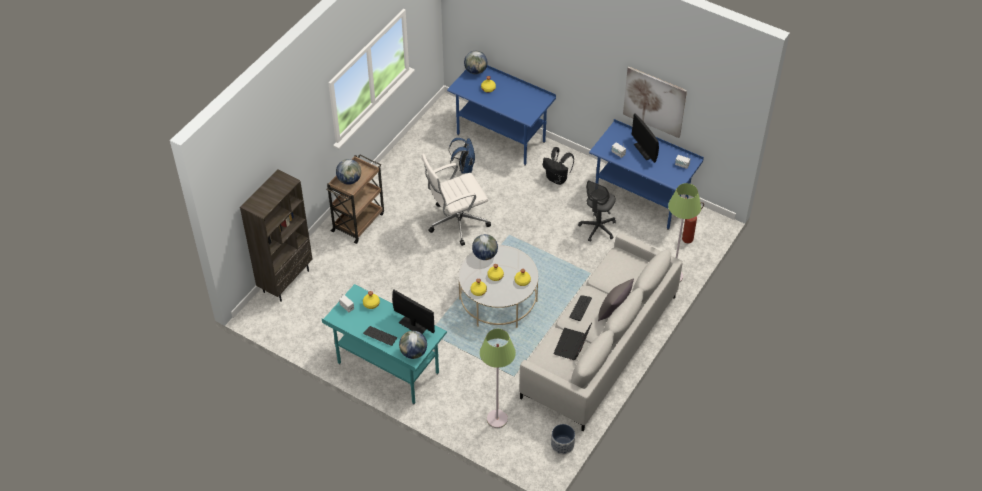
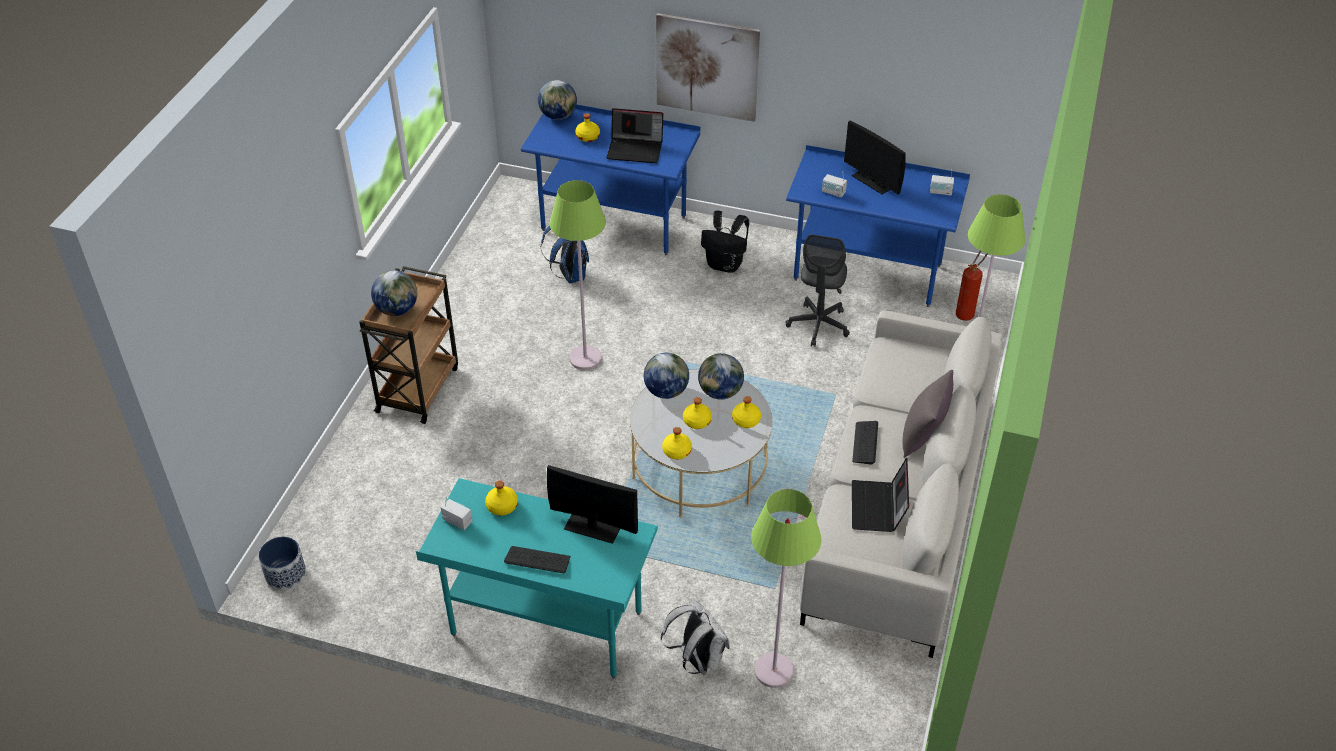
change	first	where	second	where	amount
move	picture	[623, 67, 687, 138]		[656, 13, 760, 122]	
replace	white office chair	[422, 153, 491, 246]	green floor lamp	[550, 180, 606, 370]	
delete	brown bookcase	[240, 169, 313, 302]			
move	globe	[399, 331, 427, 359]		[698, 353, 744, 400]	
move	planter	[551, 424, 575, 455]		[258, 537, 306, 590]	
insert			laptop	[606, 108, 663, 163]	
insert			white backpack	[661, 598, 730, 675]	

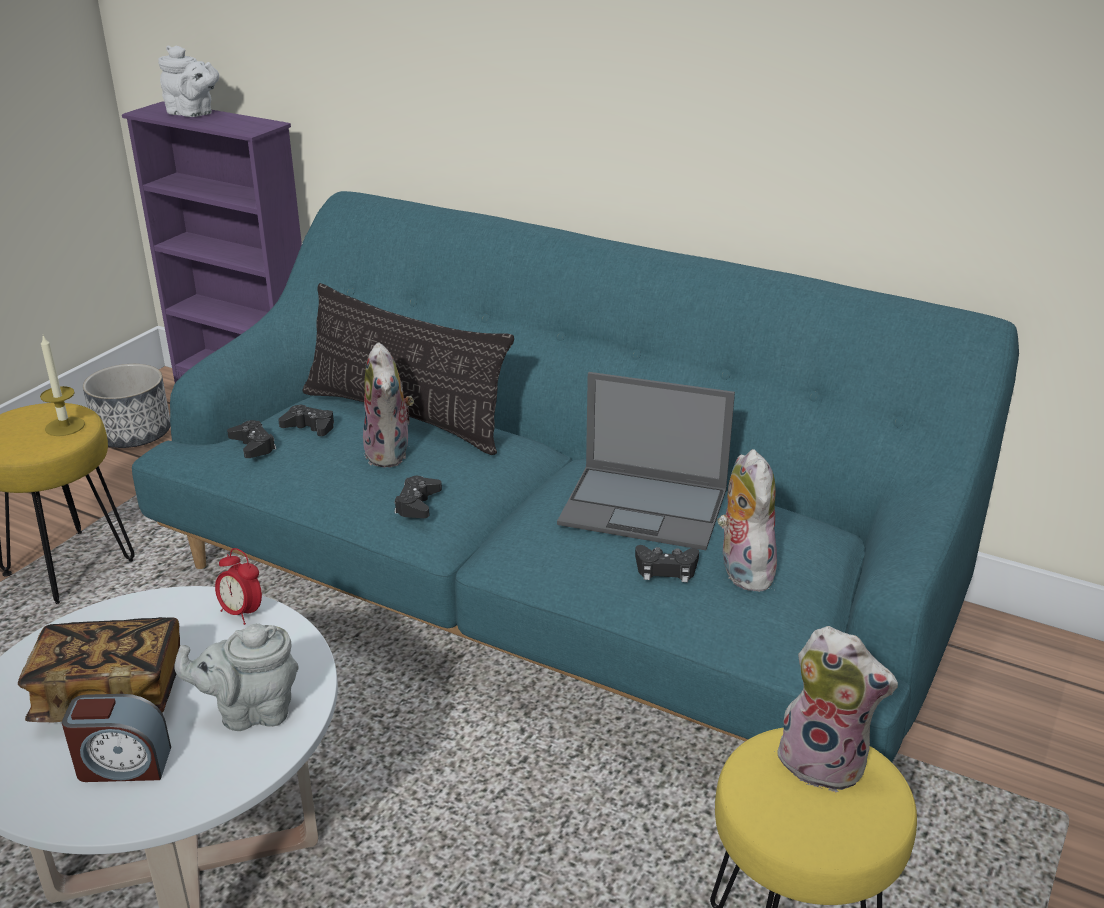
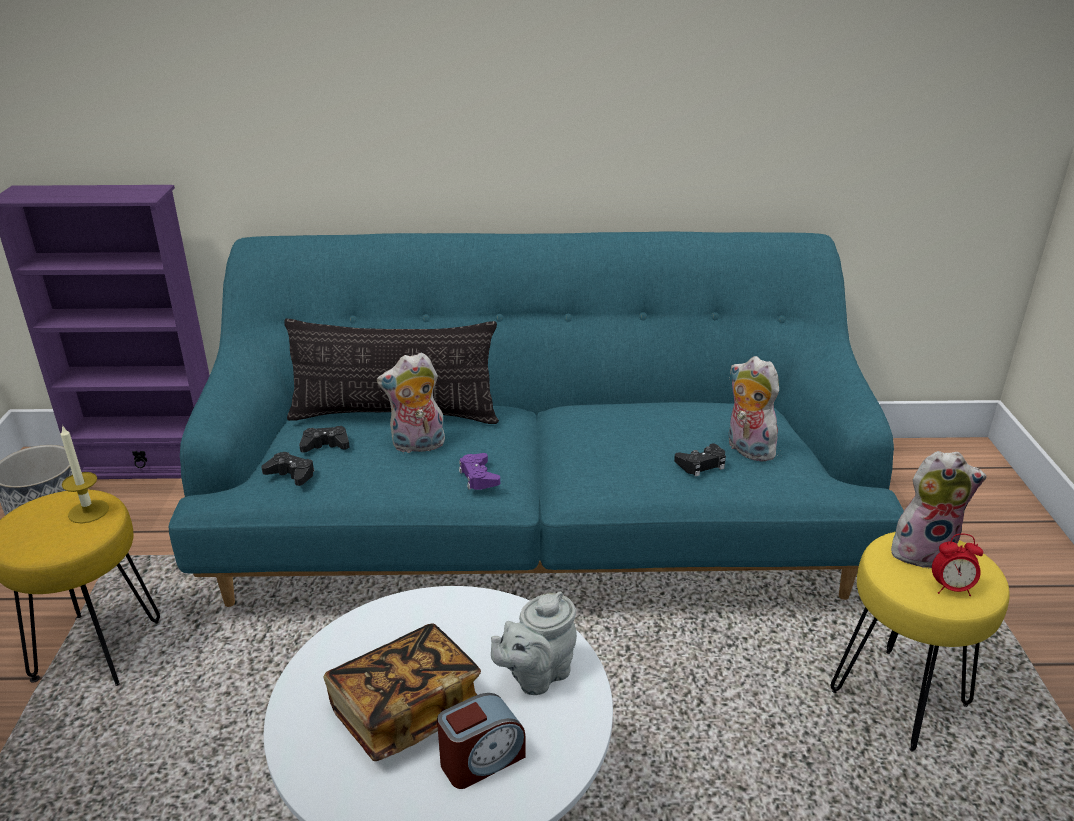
change	first	where	second	where	amount
delete	white teapot	[158, 45, 219, 117]			
rotate	plush toy	[363, 342, 414, 468]		[377, 353, 445, 453]	120 degrees clockwise
delete	laptop	[557, 372, 735, 550]			
recolor	black game controller	[394, 476, 442, 518]	purple game controller	[459, 453, 500, 490]	
move	alarm clock	[215, 548, 262, 625]		[932, 534, 983, 596]	

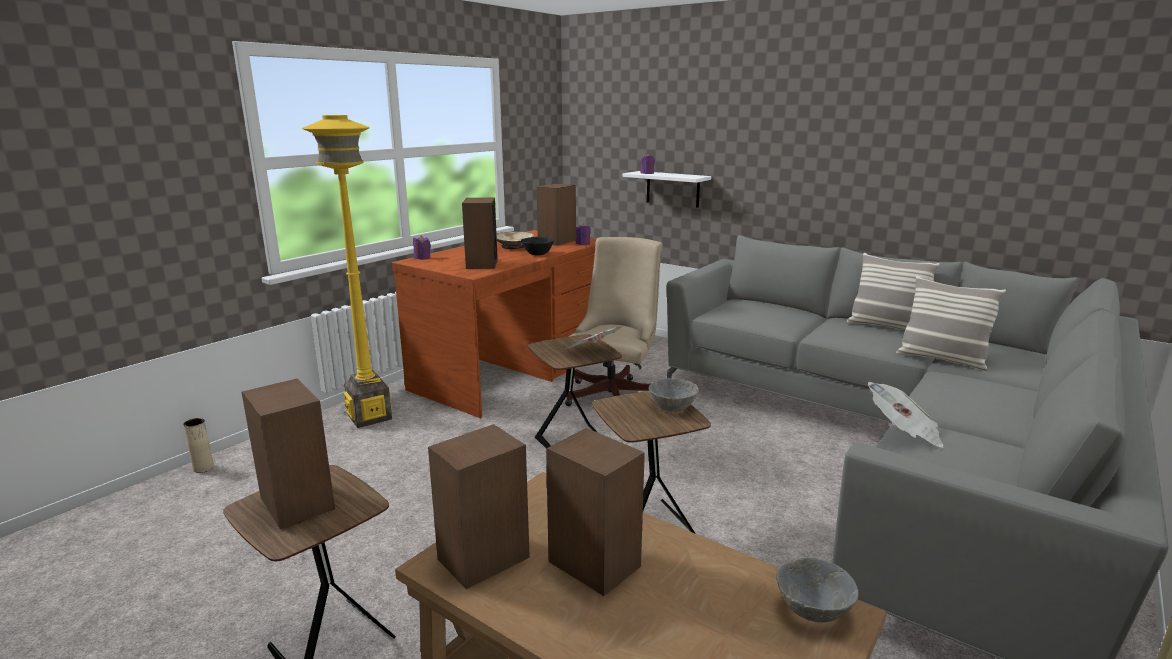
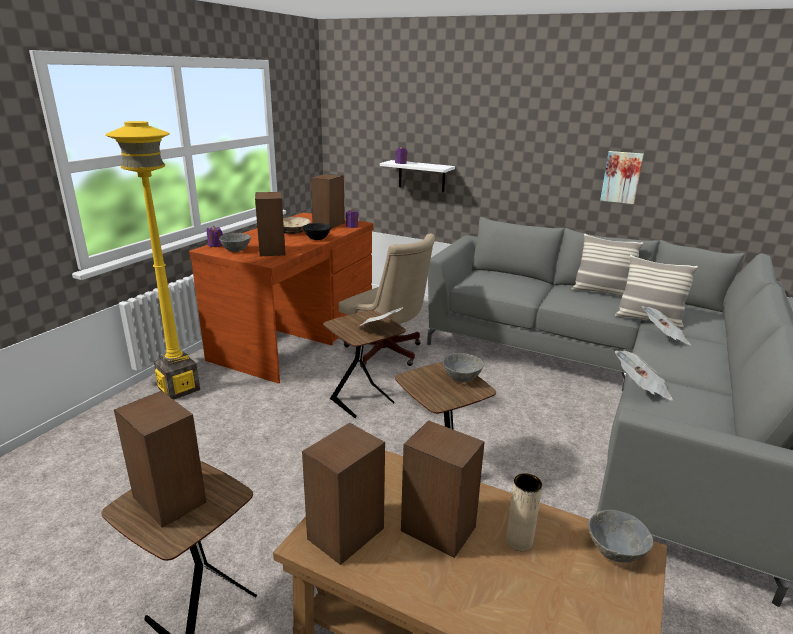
change	first	where	second	where	amount
rotate	beige office chair	[565, 237, 663, 406]		[339, 234, 435, 367]	120 degrees clockwise
move	beige vase	[183, 418, 214, 473]		[506, 473, 542, 551]	
insert			picture	[600, 151, 644, 204]	
insert			grey bowl	[219, 233, 251, 252]	
insert			newspaper	[642, 306, 691, 345]	

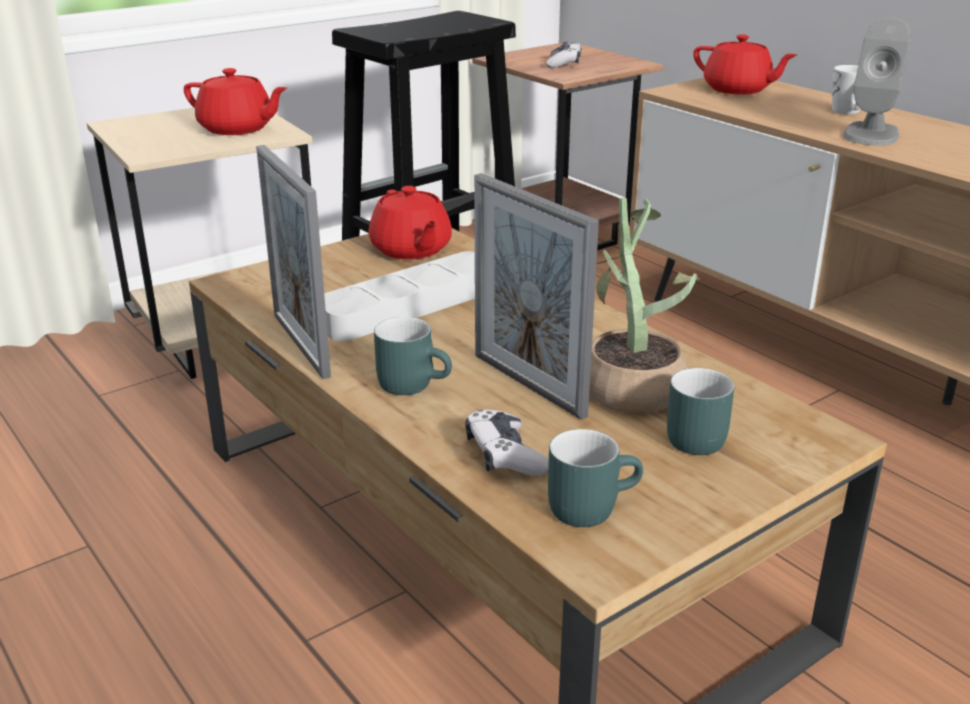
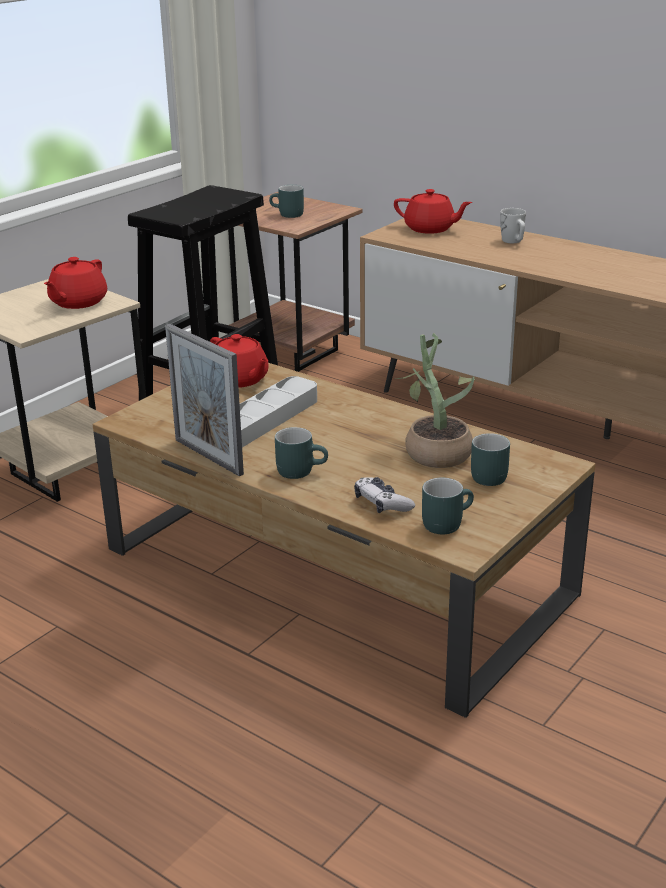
change	first	where	second	where	amount
delete	grey speaker	[843, 18, 911, 146]			
replace	game controller	[547, 42, 581, 68]	turquoise mug	[269, 185, 304, 218]	
rotate	red teapot	[184, 68, 287, 135]		[44, 257, 107, 309]	105 degrees clockwise
delete	picture frame	[474, 173, 599, 420]			

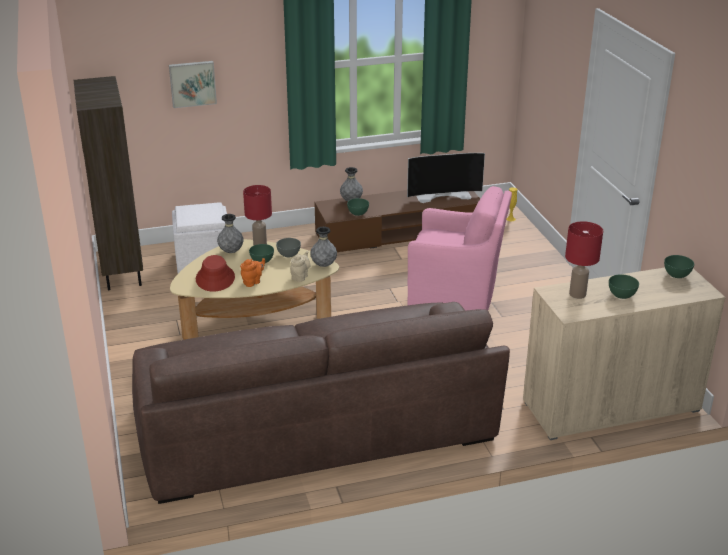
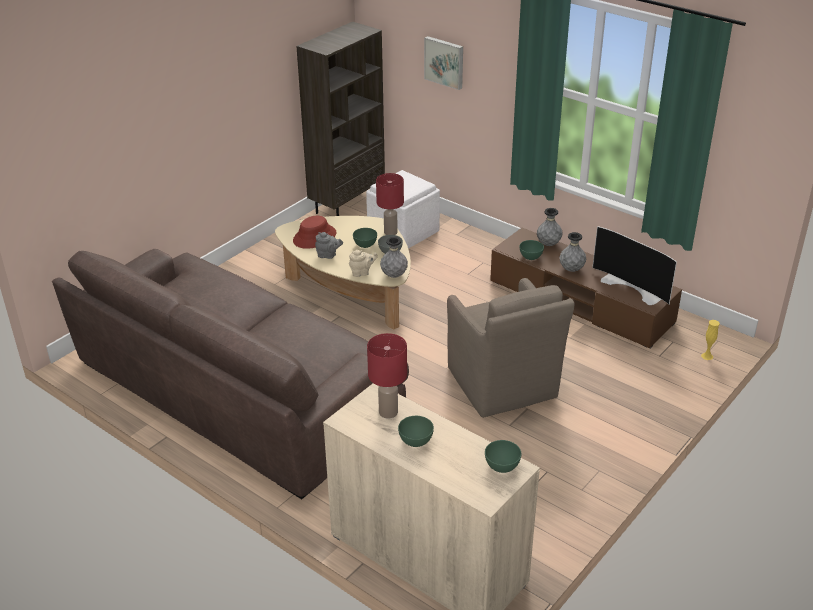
change	first	where	second	where	amount
recolor	pink armchair	[407, 186, 512, 311]	brown armchair	[447, 278, 574, 418]	
move	grey vase	[217, 214, 244, 253]		[560, 232, 586, 272]	
recolor	orange teapot	[240, 258, 265, 287]	grey teapot	[315, 232, 343, 259]	

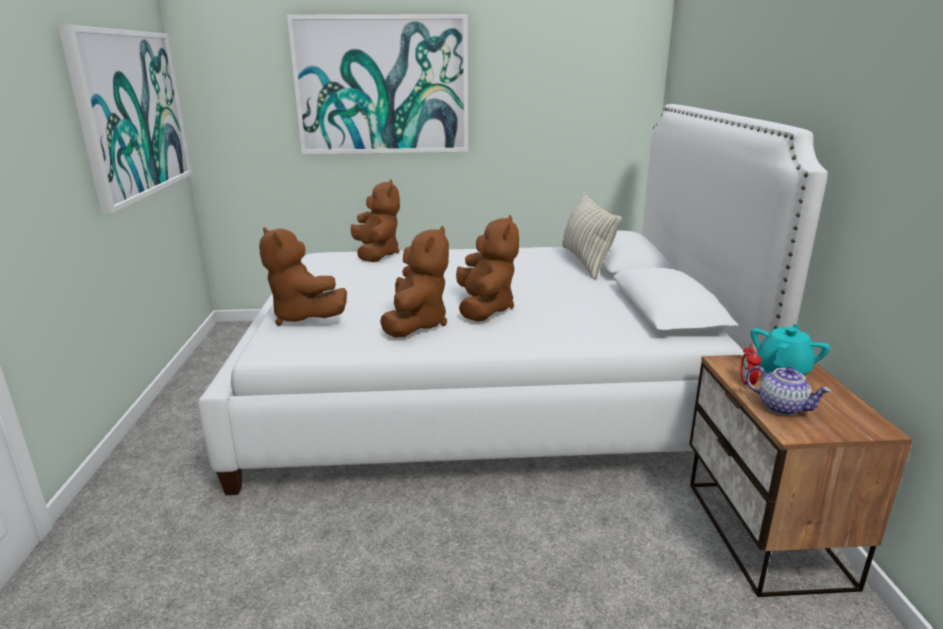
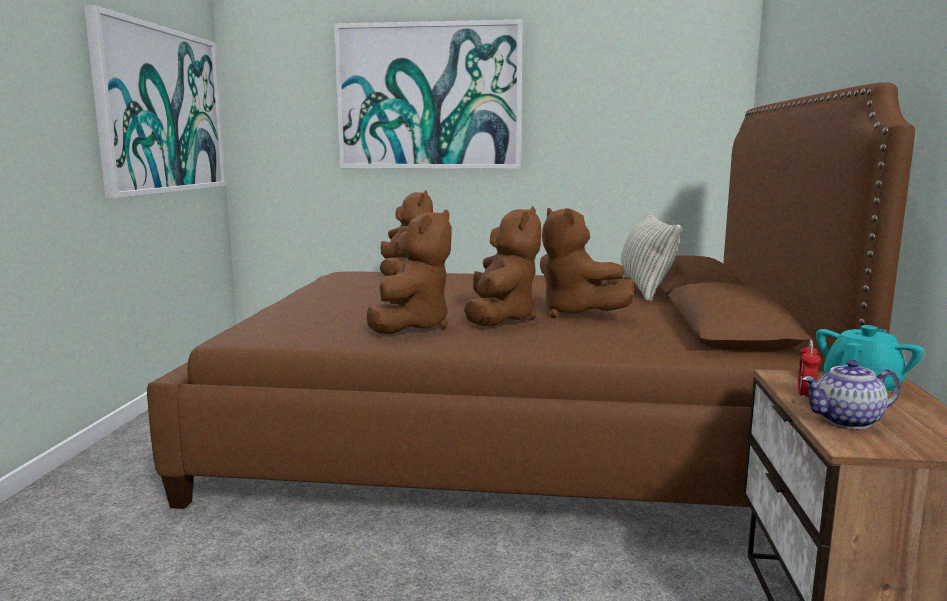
change	first	where	second	where	amount
recolor	white bed	[198, 104, 828, 495]	brown bed	[147, 82, 915, 509]	
move	brown plush toy	[259, 227, 347, 326]		[540, 208, 634, 318]	
rotate	teapot	[746, 366, 831, 416]		[802, 360, 901, 429]	120 degrees clockwise

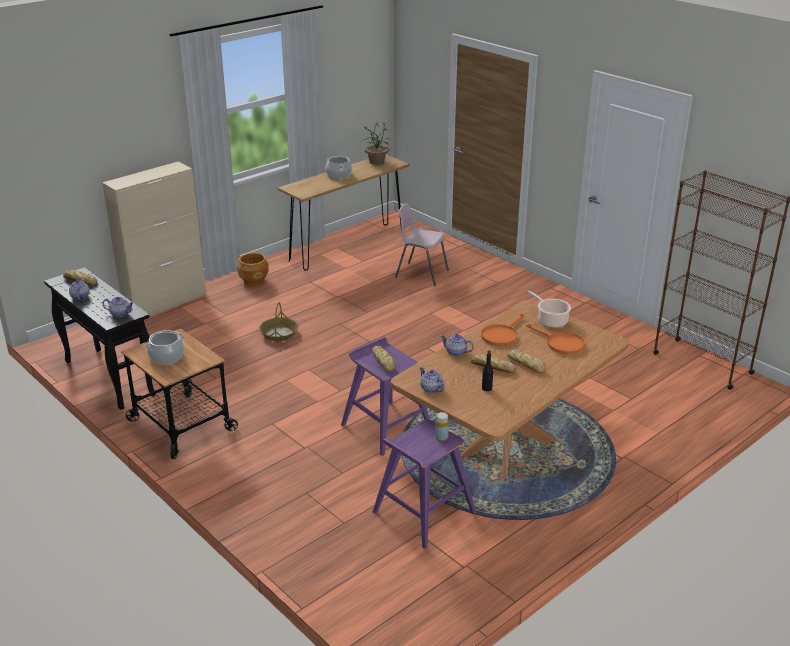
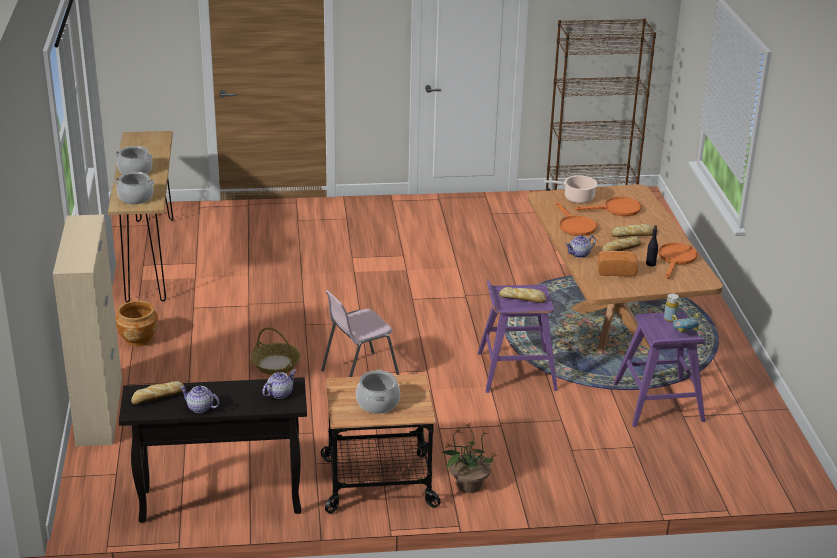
change	first	where	second	where	amount
move	potted plant	[361, 123, 389, 165]		[441, 424, 497, 493]	
move	pink chair	[395, 203, 449, 286]		[321, 290, 400, 377]	
delete	teapot	[419, 367, 445, 393]			
insert			cooking pot	[114, 172, 154, 204]	
insert			orange frying pan	[658, 243, 697, 279]	
insert			bread	[598, 251, 638, 276]	
insert			bowl	[672, 313, 700, 333]	

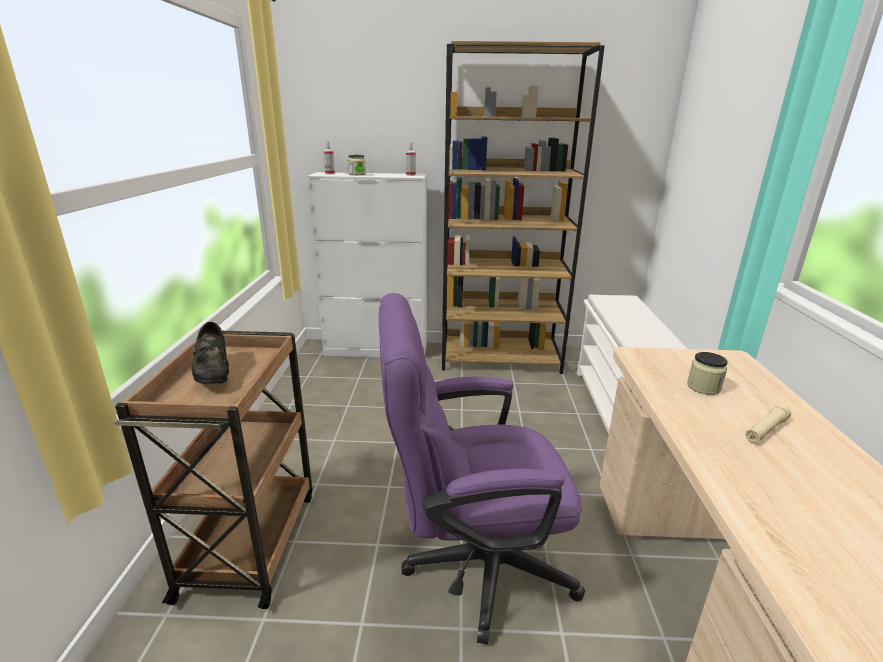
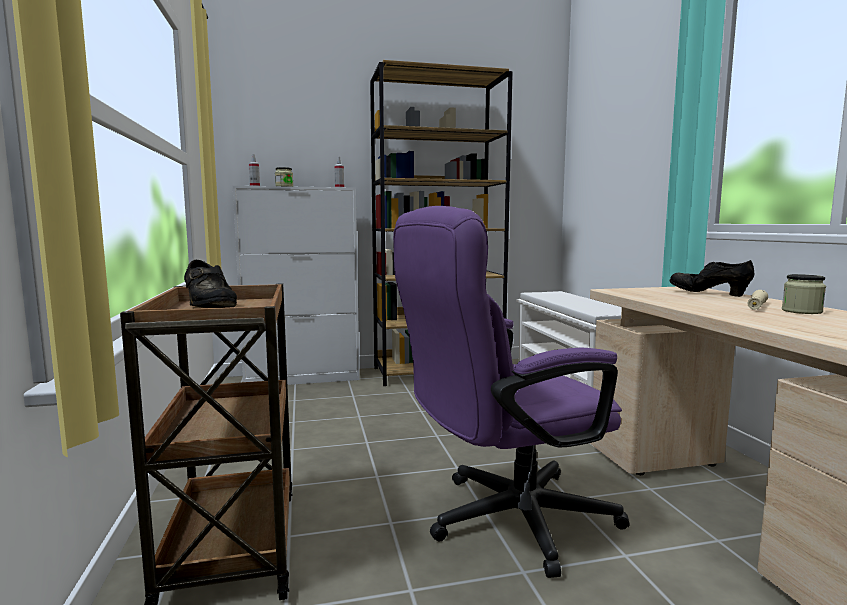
change	first	where	second	where	amount
move	jar	[687, 352, 728, 395]		[782, 274, 826, 314]	
insert			black shoe	[669, 260, 755, 297]	

